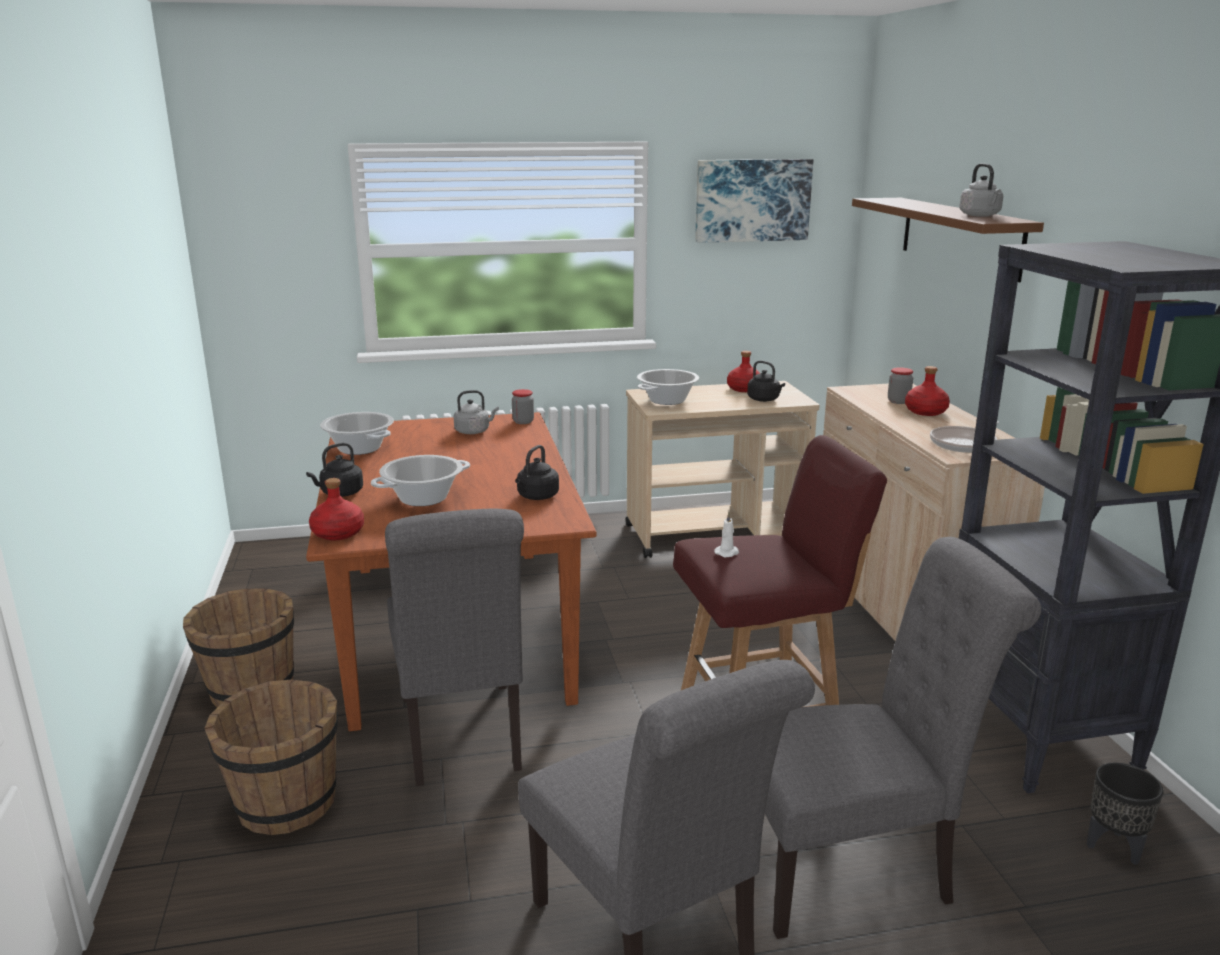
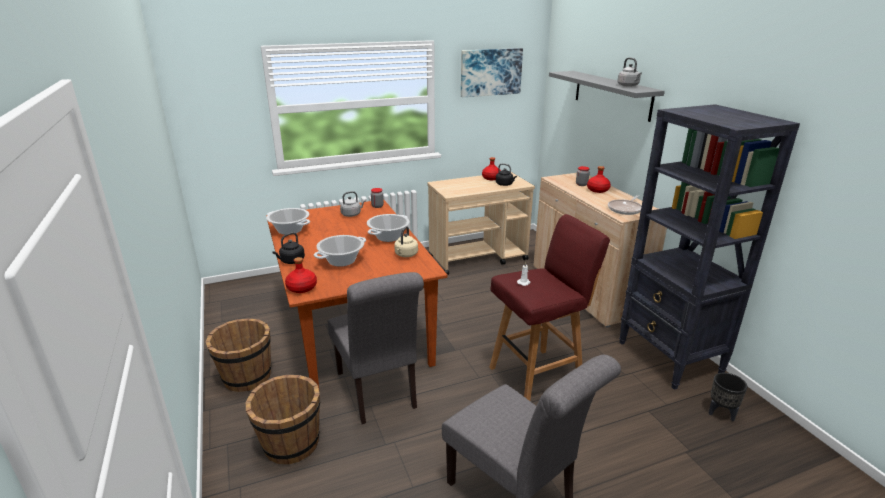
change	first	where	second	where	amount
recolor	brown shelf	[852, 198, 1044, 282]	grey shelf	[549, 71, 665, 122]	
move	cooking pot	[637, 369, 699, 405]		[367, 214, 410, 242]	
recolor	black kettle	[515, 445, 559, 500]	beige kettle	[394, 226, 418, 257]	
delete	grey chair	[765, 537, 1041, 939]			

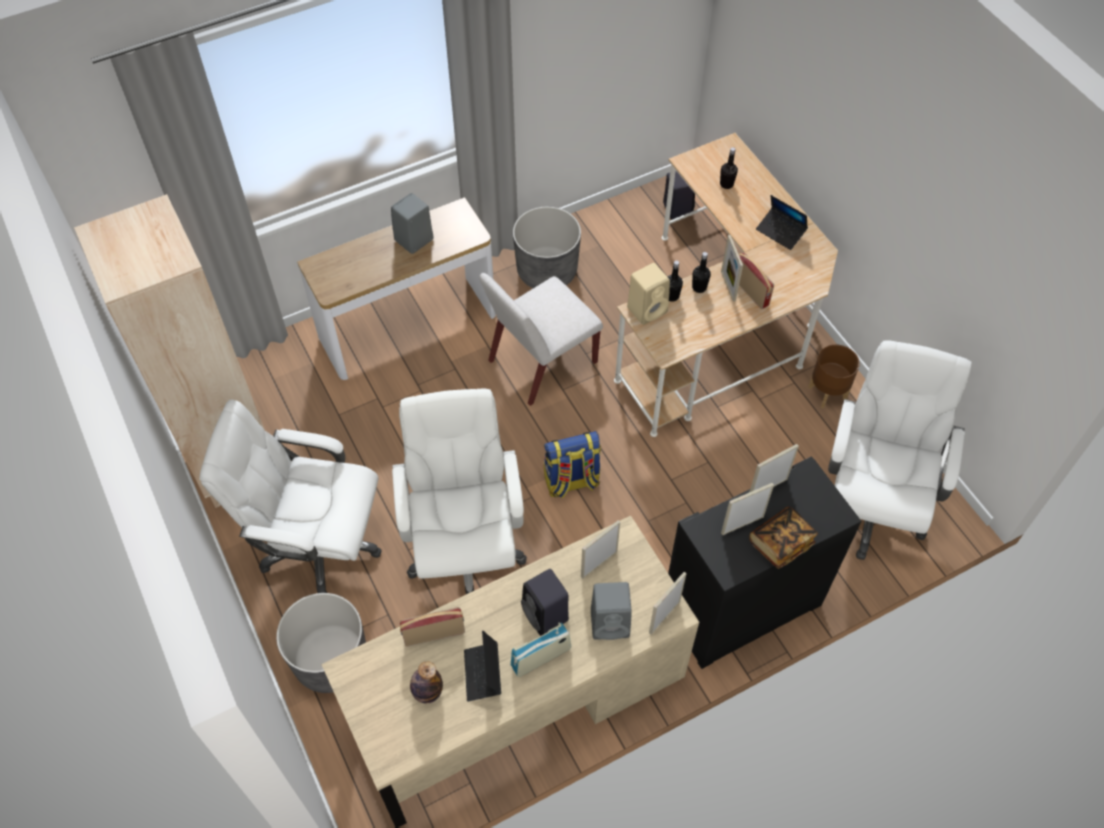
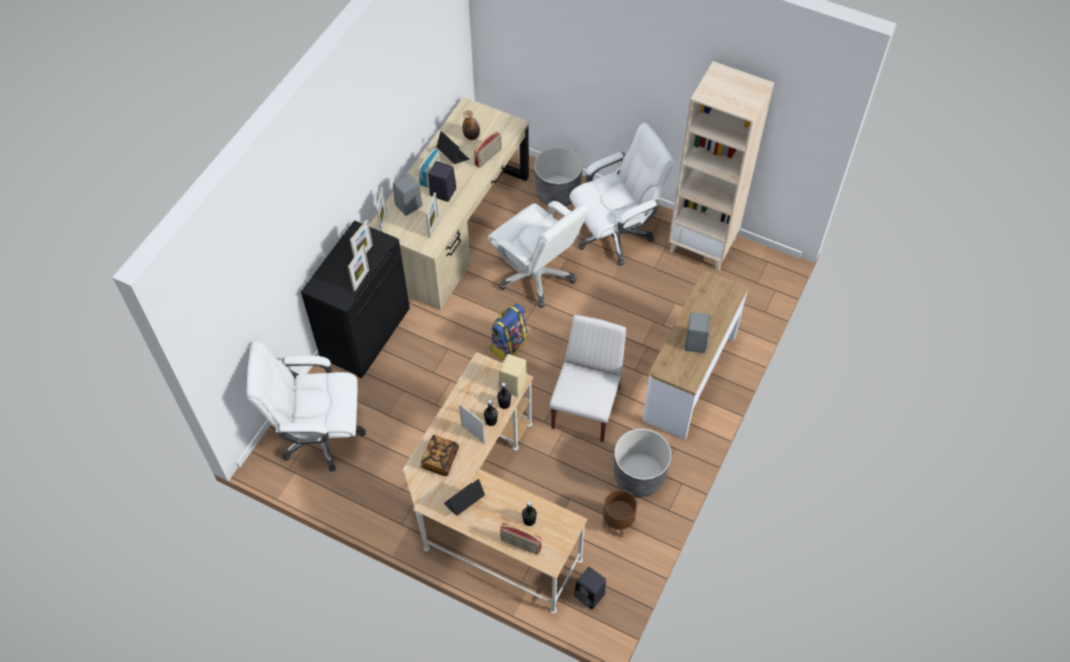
change	first	where	second	where	amount
rotate	laptop	[756, 195, 808, 250]		[444, 479, 485, 516]	45 degrees counterclockwise
move	radio	[739, 252, 774, 309]		[500, 523, 541, 555]	
rotate	white office chair	[828, 340, 972, 560]		[247, 341, 366, 472]	105 degrees clockwise
move	brown planter	[808, 345, 860, 409]		[602, 490, 637, 538]	
move	book	[749, 507, 818, 569]		[421, 435, 459, 476]	

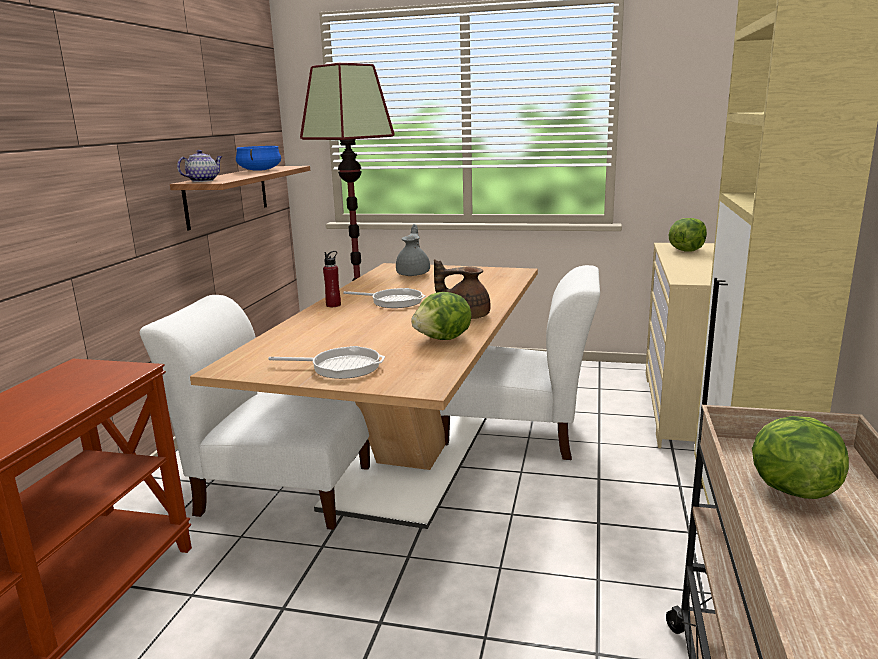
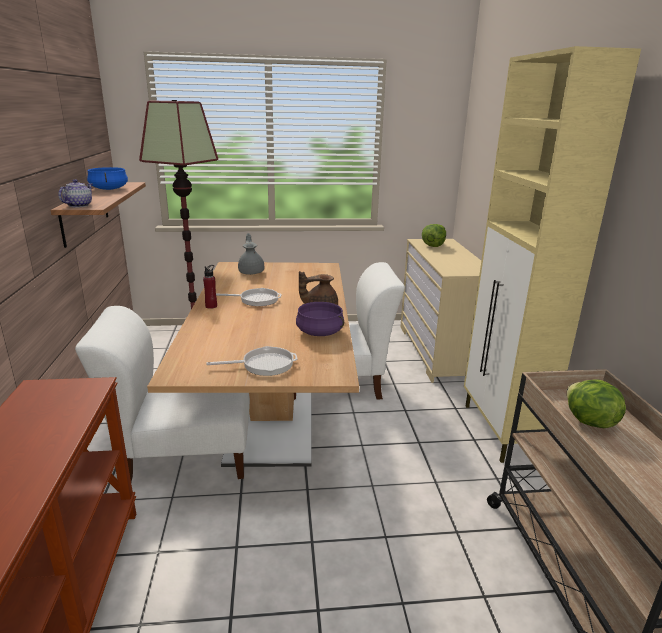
change	first	where	second	where	amount
replace	lettuce	[411, 292, 471, 340]	purple cooking pot	[296, 302, 344, 336]	

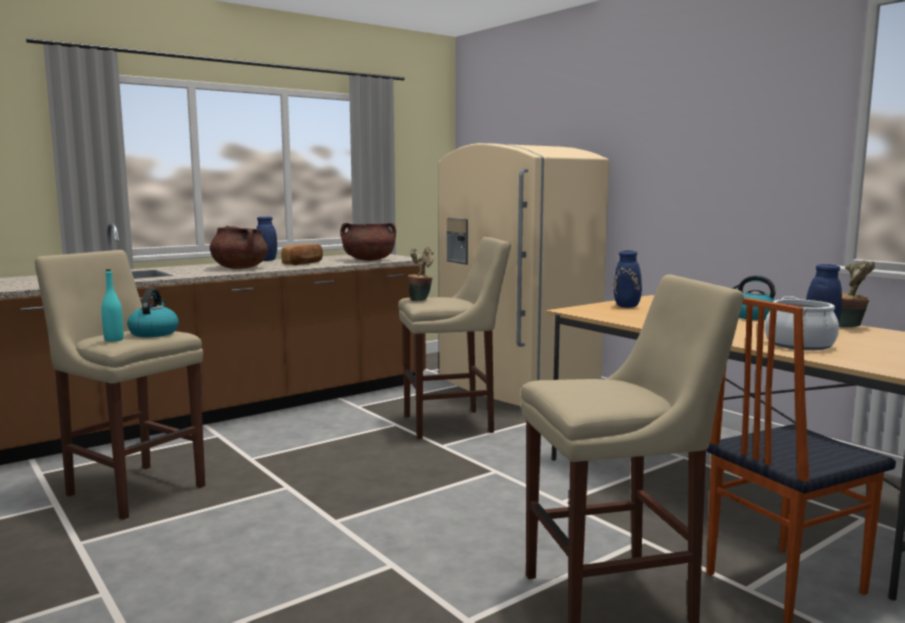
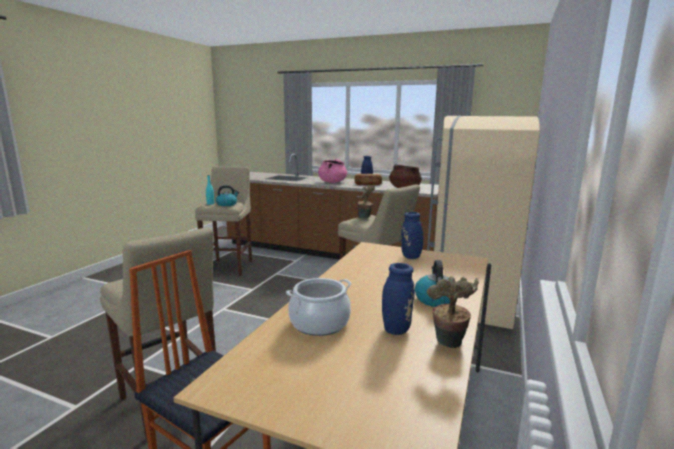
change	first	where	second	where	amount
recolor	brown cooking pot	[210, 226, 268, 269]	pink cooking pot	[318, 160, 347, 183]	

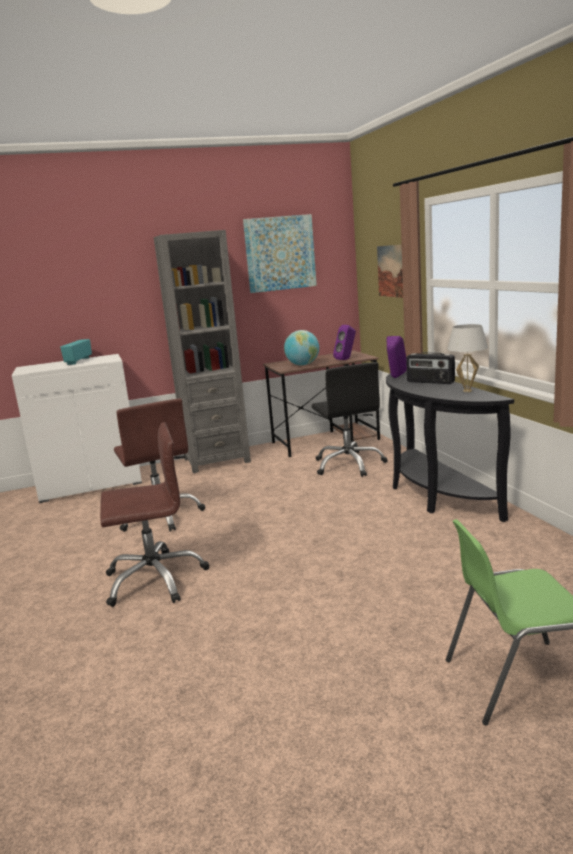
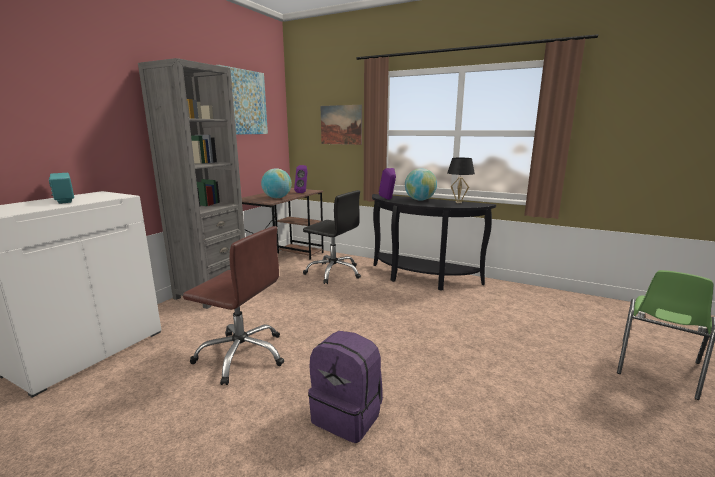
change	first	where	second	where	amount
recolor	white table lamp	[447, 324, 488, 392]	black table lamp	[447, 158, 475, 203]	
replace	radio	[406, 352, 455, 384]	globe	[405, 168, 437, 201]	
replace	brown office chair	[100, 422, 209, 607]	purple backpack	[308, 331, 383, 443]	

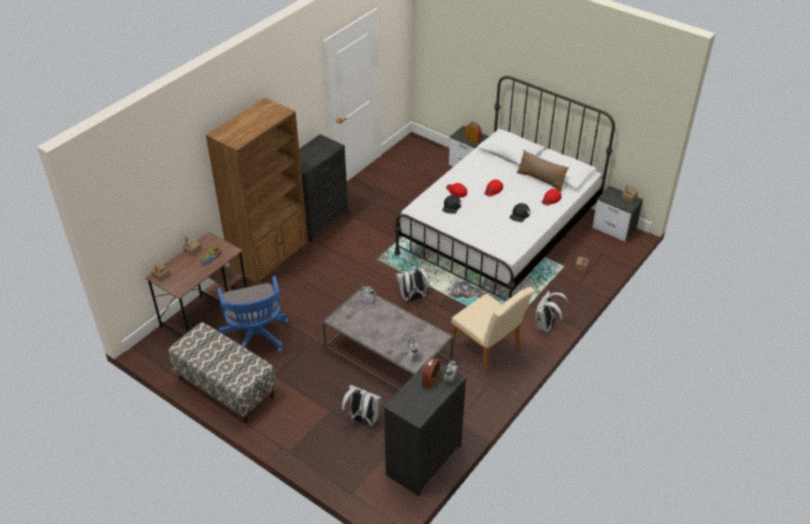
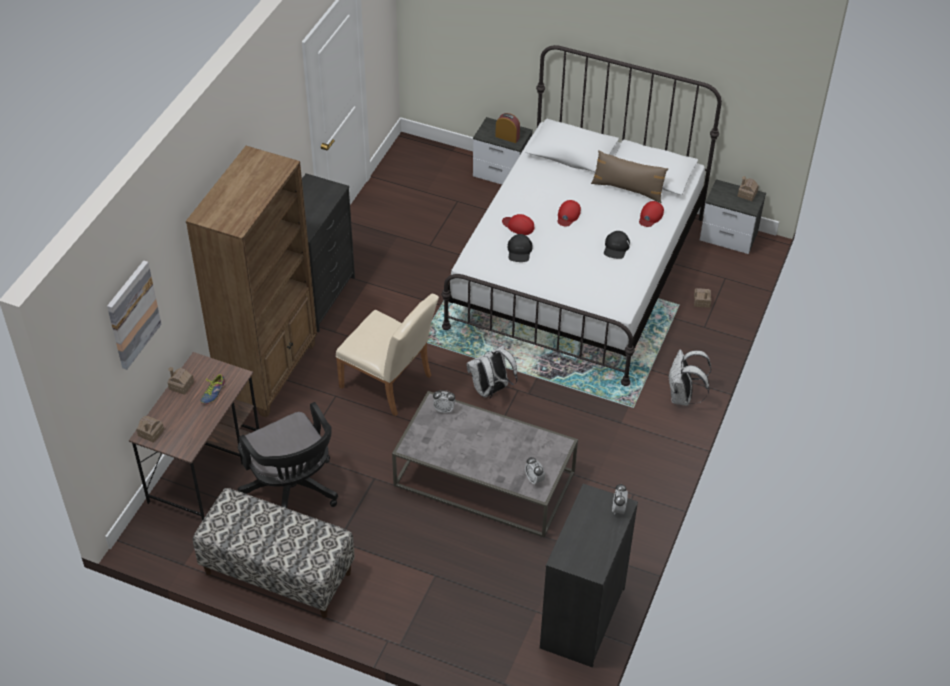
change	first	where	second	where	amount
recolor	blue office chair	[217, 276, 289, 353]	black office chair	[238, 402, 338, 508]	
move	beige chair	[451, 287, 535, 374]		[336, 294, 439, 416]	
delete	alarm clock	[422, 357, 440, 389]			
delete	white backpack	[342, 385, 383, 427]			
insert			picture	[107, 261, 161, 370]	

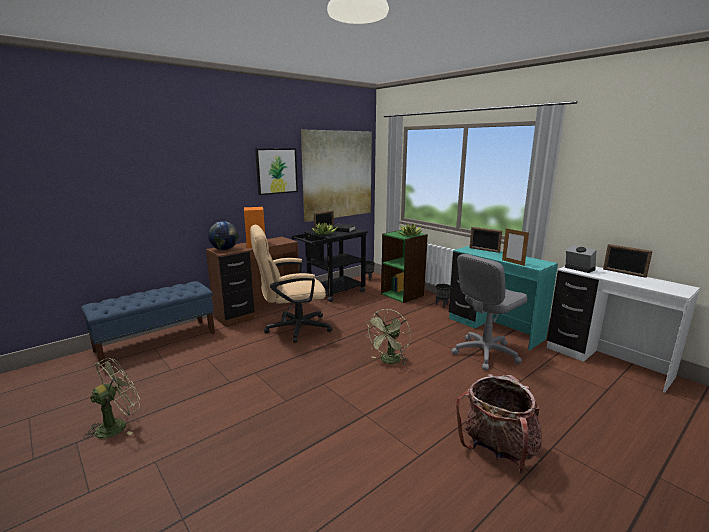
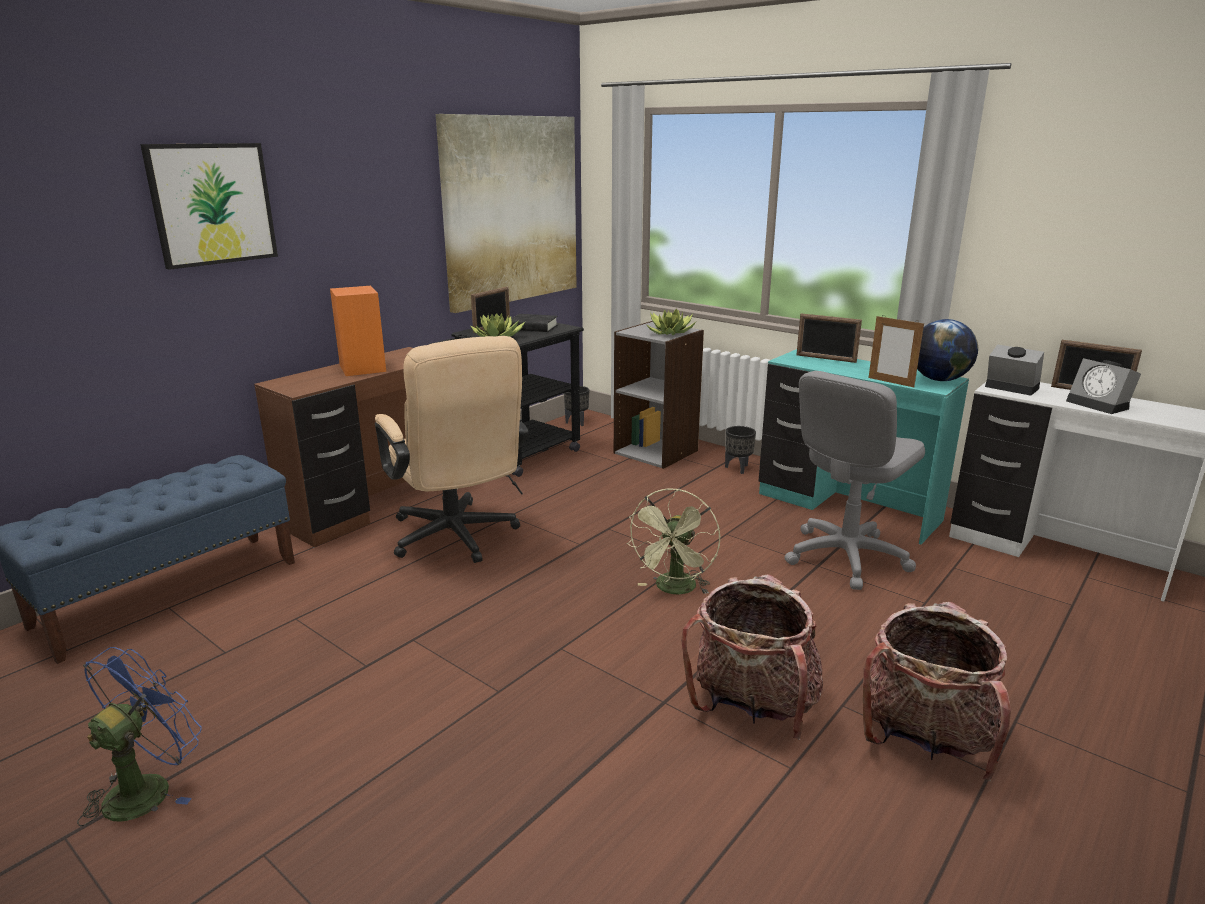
change	first	where	second	where	amount
move	picture	[255, 148, 298, 195]		[140, 143, 278, 270]	
move	globe	[208, 221, 238, 250]		[917, 319, 978, 381]	
rotate	beige office chair	[250, 225, 333, 343]		[375, 336, 529, 563]	90 degrees counterclockwise
recolor	green bookcase	[381, 230, 428, 303]	grey bookcase	[614, 321, 704, 469]	
recolor	green fan	[84, 358, 140, 439]	blue fan	[77, 647, 202, 826]	
insert			alarm clock	[1066, 358, 1141, 414]	
insert			backpack	[681, 575, 823, 740]	

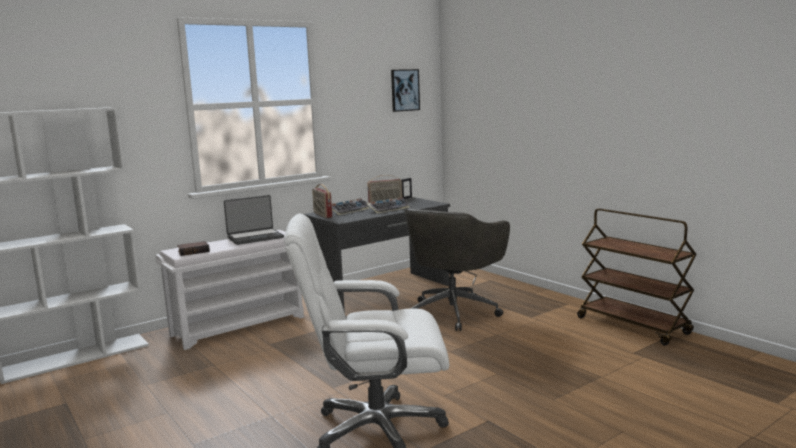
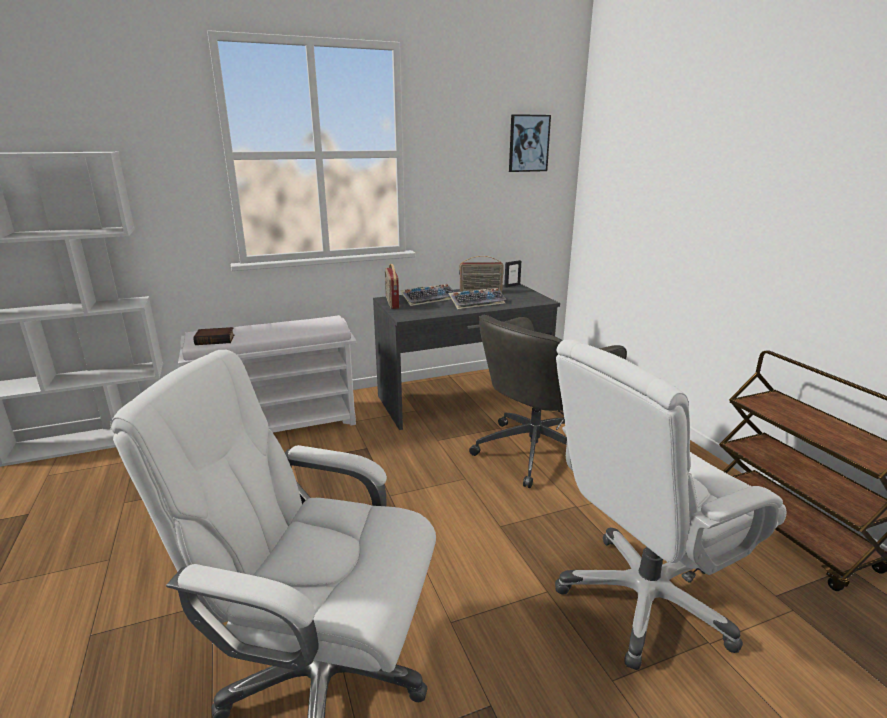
change	first	where	second	where	amount
delete	laptop	[224, 195, 284, 245]			
insert			white office chair	[555, 340, 786, 670]	

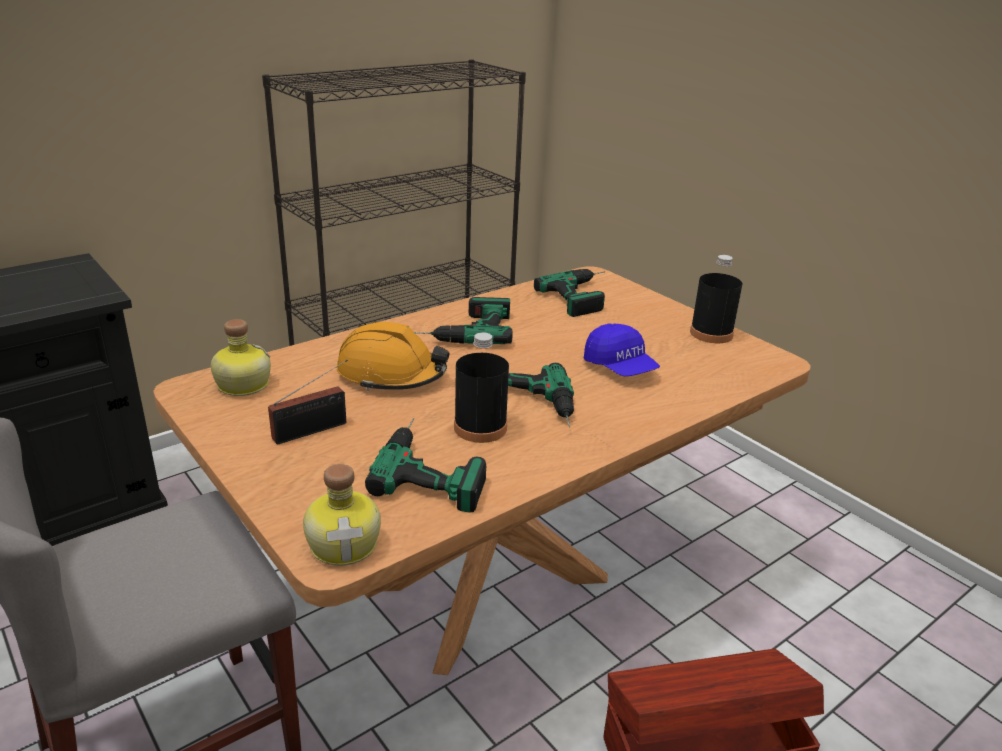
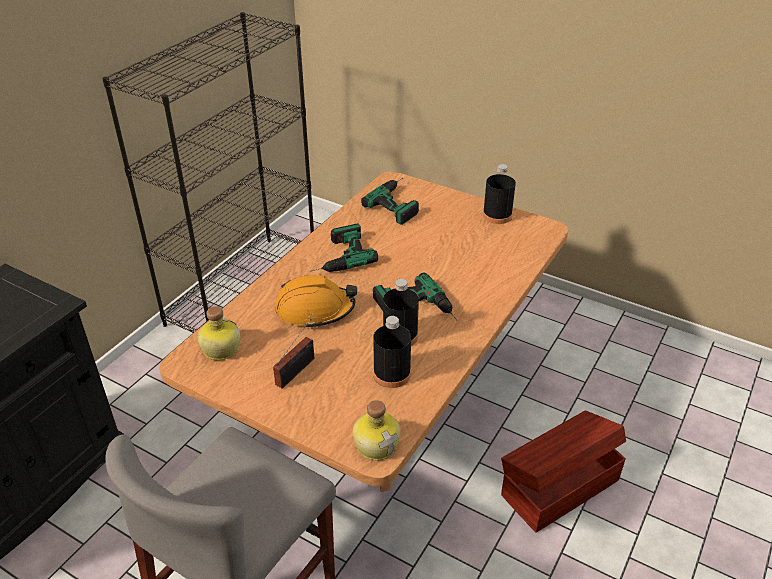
change	first	where	second	where	amount
delete	blue cap	[584, 324, 660, 376]			
replace	power drill	[365, 418, 486, 513]	black bottle	[373, 316, 411, 388]	

